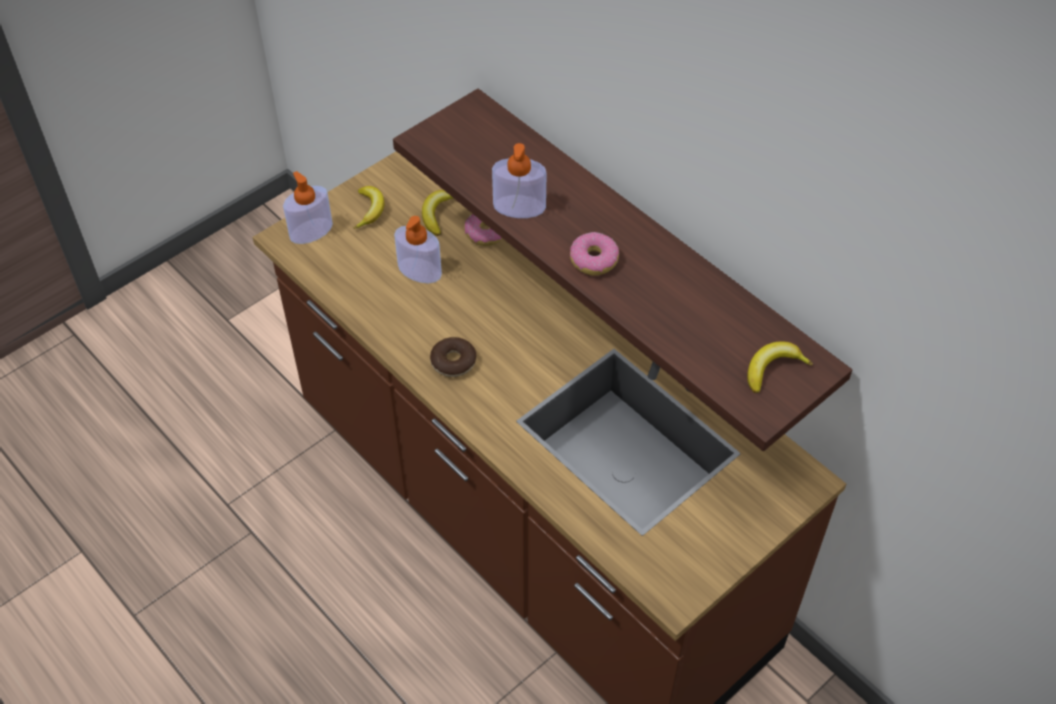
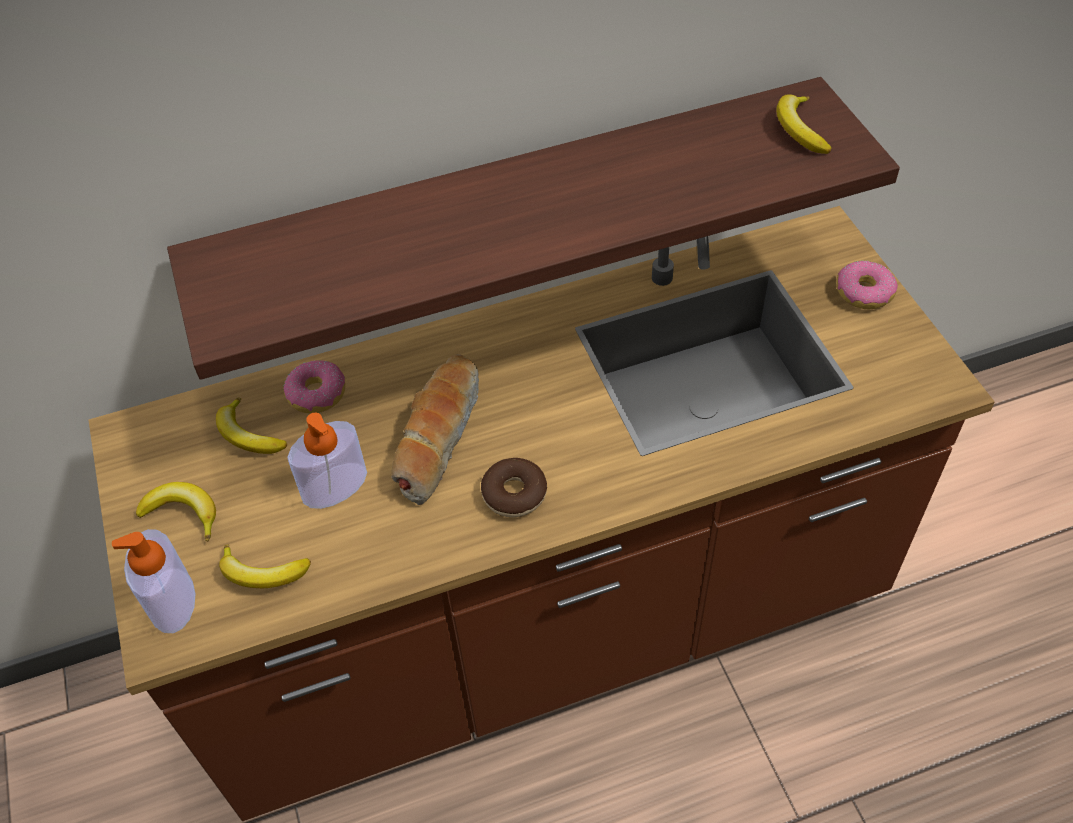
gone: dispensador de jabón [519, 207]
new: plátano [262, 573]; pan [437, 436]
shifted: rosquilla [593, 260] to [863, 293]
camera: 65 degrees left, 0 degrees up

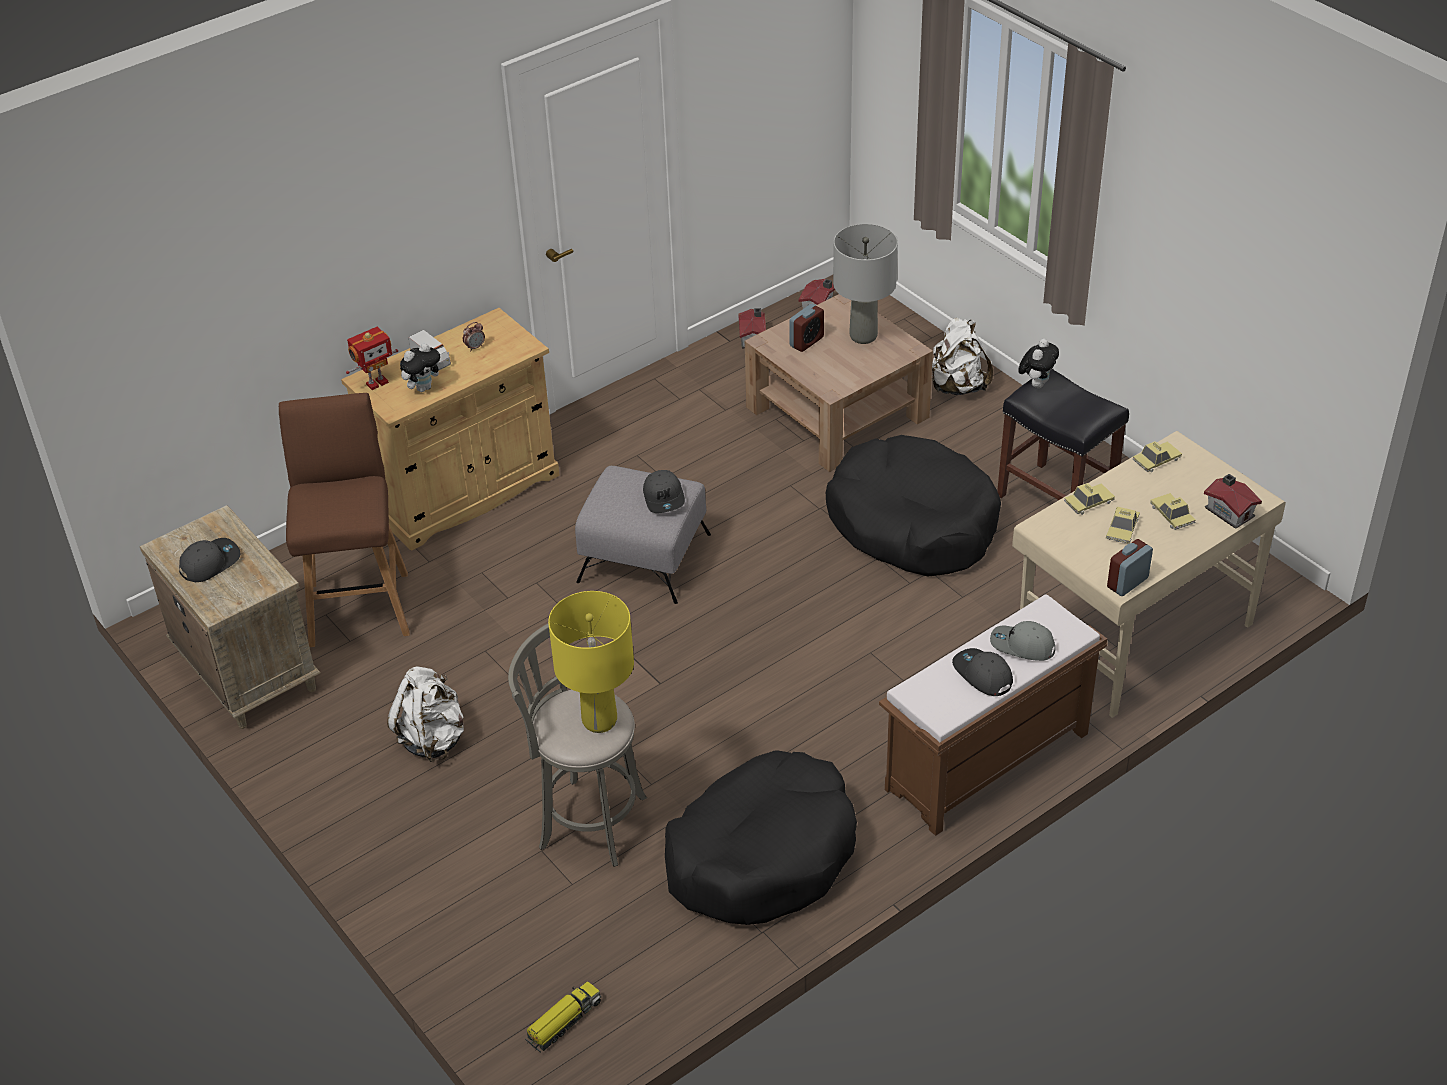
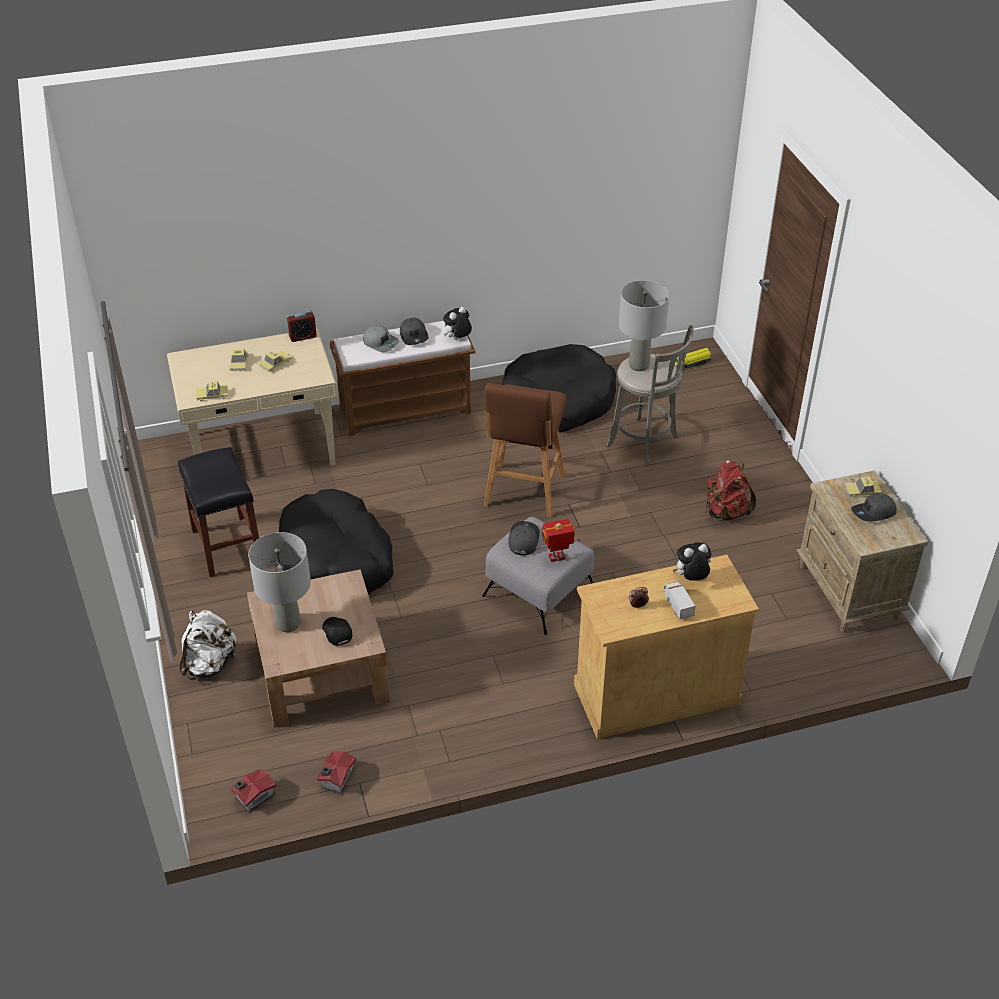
gone: casita [1229, 511]
shifted: taburete/marrón [359, 605] to [523, 493]; robot de juguete [376, 382] to [557, 558]; peluche [1036, 384] to [457, 339]; coche de juguete [1089, 502] to [862, 491]
swapped: despertador [806, 341] to gorra/negro [336, 633]
repainted: mochila/blanco [433, 739] to mochila/rojo [726, 512]; lámpara de mesa/amarillo [600, 720] to lámpara de mesa/gris [638, 365]
camera: 160 degrees left, 0 degrees up

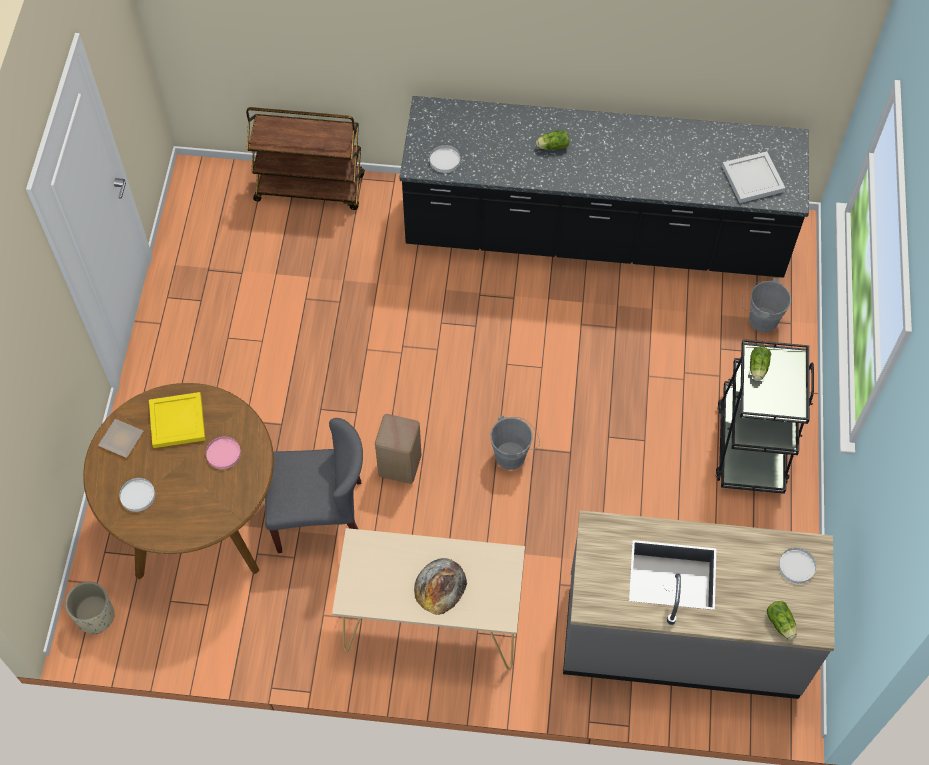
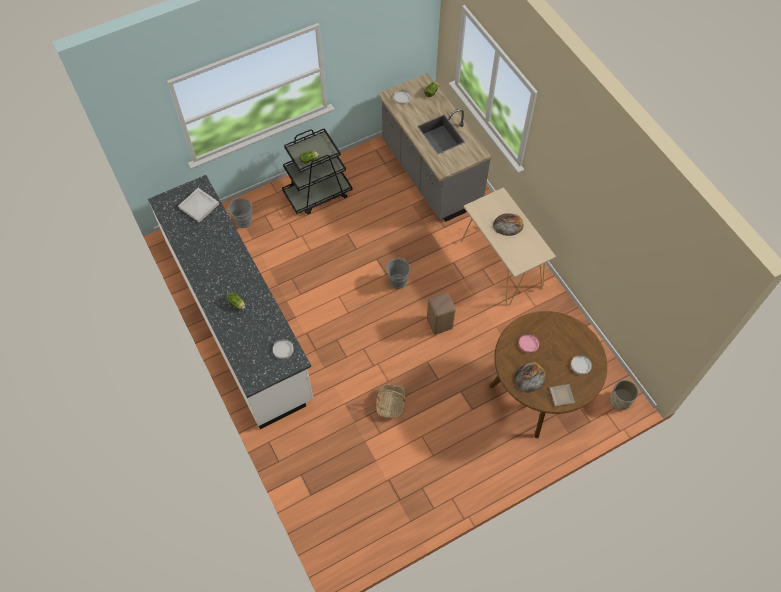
gone: carrito/marrón [311, 188]; silla/gris [320, 516]
new: cesta [390, 403]
swapped: bandeja/amarillo [178, 420] to pan [530, 377]
repainted: mueble bajo de cocina/negro [595, 234] to mueble bajo de cocina/blanco [238, 319]
camera: 125 degrees left, 0 degrees up

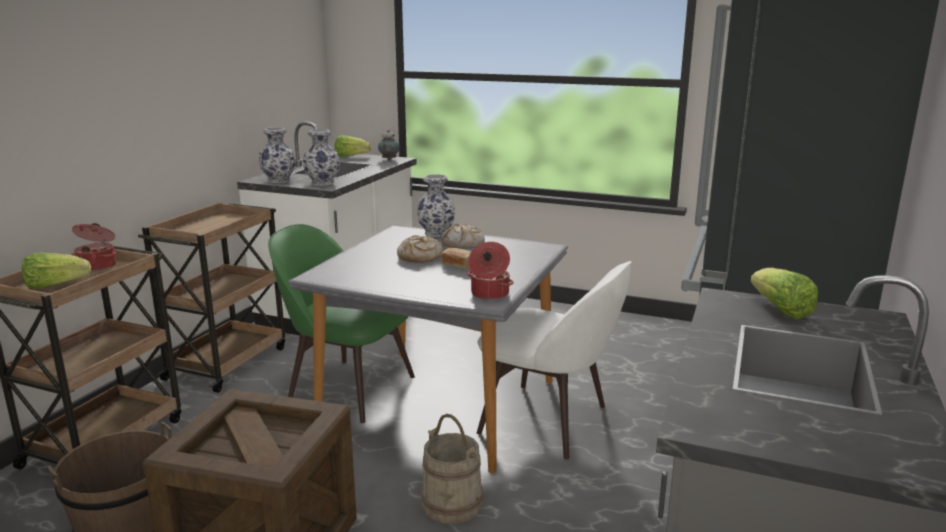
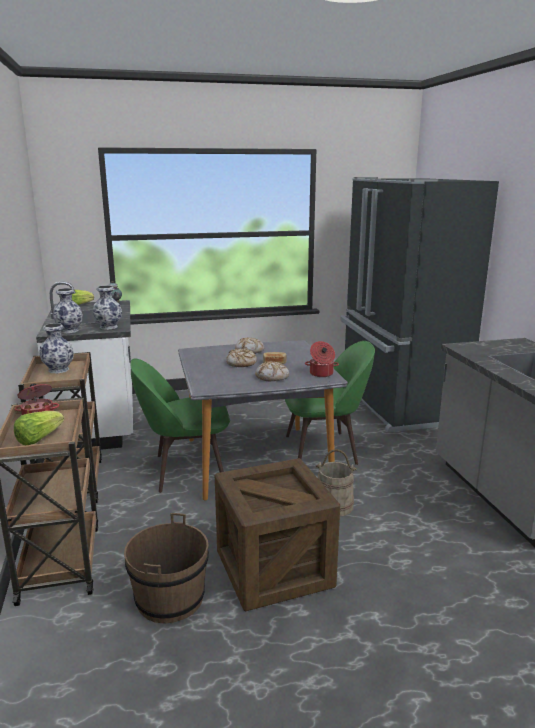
gone: lechuga [780, 310]
new: pan [272, 377]
shifted: florero [437, 233] to [59, 370]
repainted: silla/blanco [549, 421] to silla/verde [324, 449]
camera: 35 degrees left, 0 degrees up

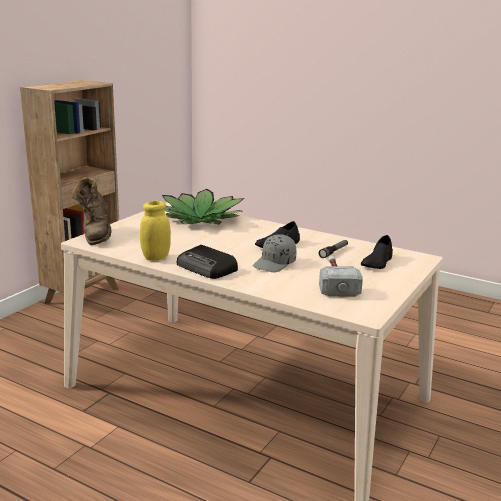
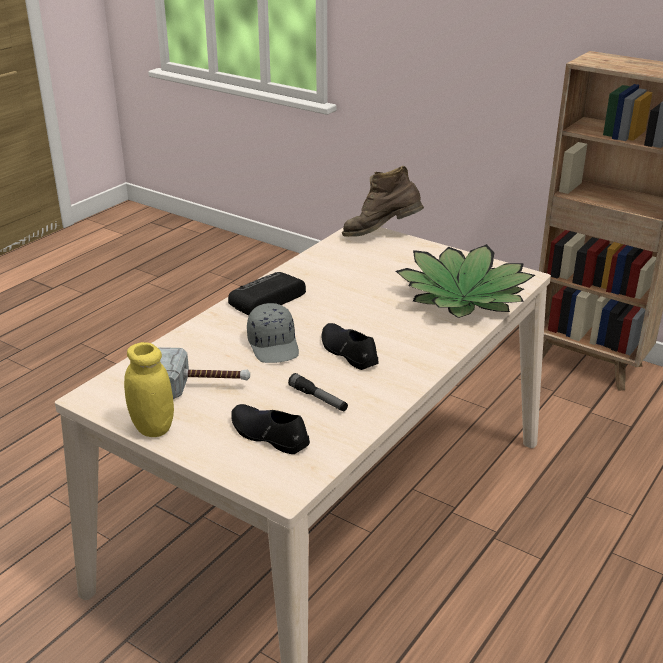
shifted: tarro/amarillo [156, 257] to [153, 428]
rotated: gorra/gris [275, 264] = [274, 345] 150 degrees counterclockwise
camera: 95 degrees right, 10 degrees up

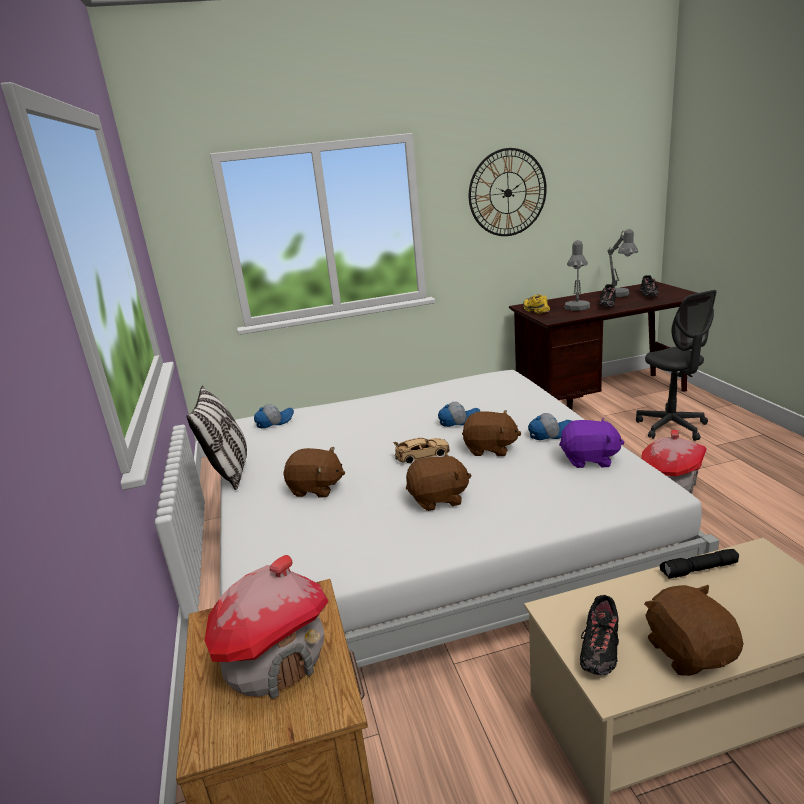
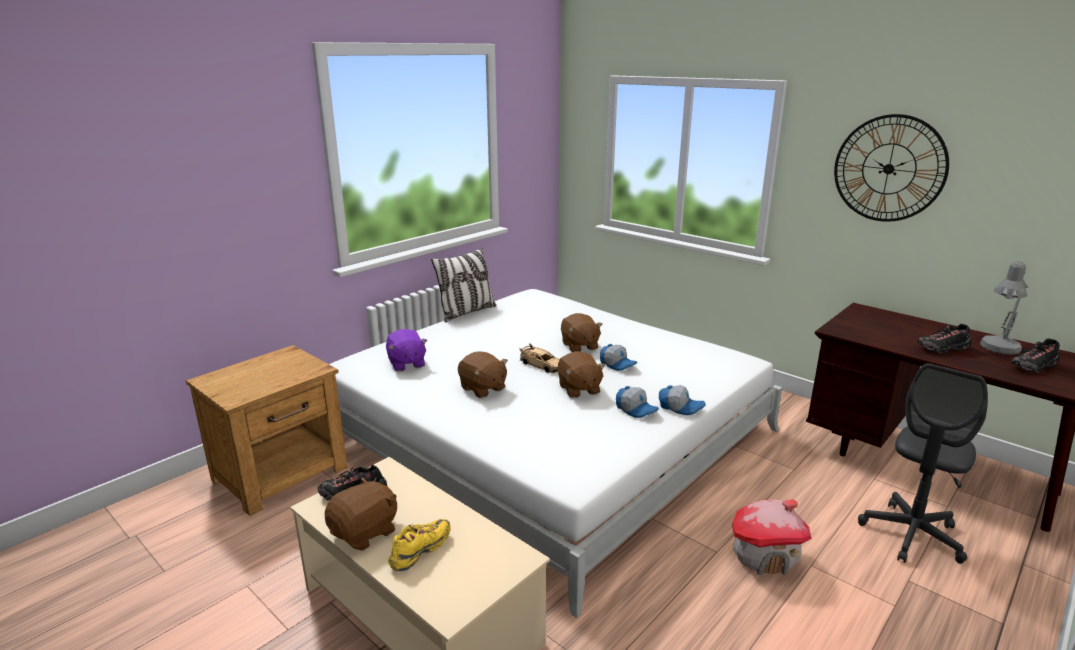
gone: casita [275, 661]; lámpara de mesa/gris [577, 309]; linterna/negro [699, 570]
shifted: gorra [274, 422] to [680, 407]; peluche/marrón [316, 488] to [579, 346]; zapato/amarillo [535, 311] to [420, 551]; peluche/morado [589, 459] to [406, 364]
camera: 55 degrees right, 0 degrees up

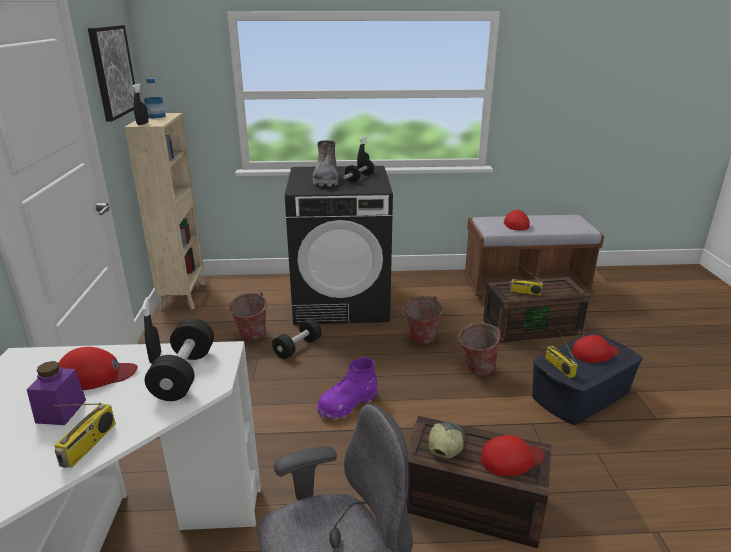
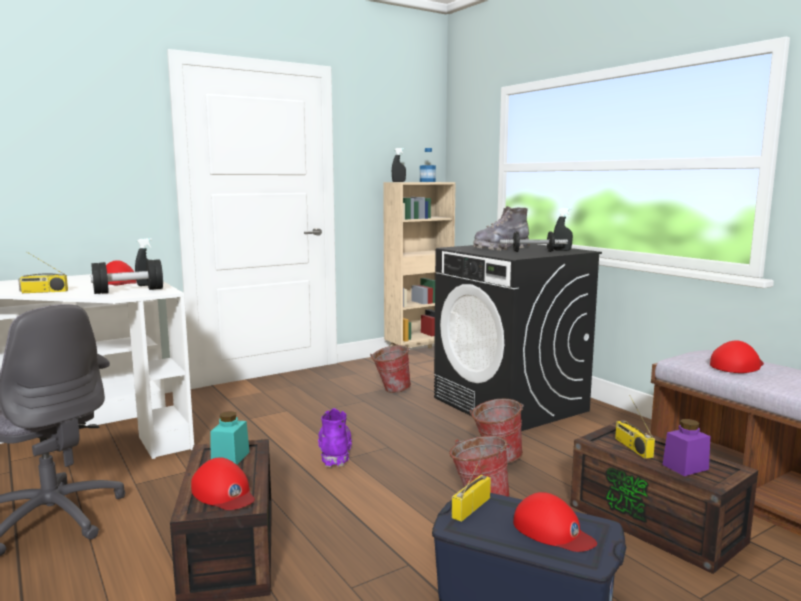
gone: cuadro [112, 71]; mancuerna/negro [297, 347]
shifted: tarro/morado [61, 411] to [685, 467]
swapped: gorra [446, 443] to tarro/turquesa [230, 458]
rotated: bota/morado [347, 404] = [334, 451] 60 degrees clockwise
camera: 60 degrees right, 15 degrees down

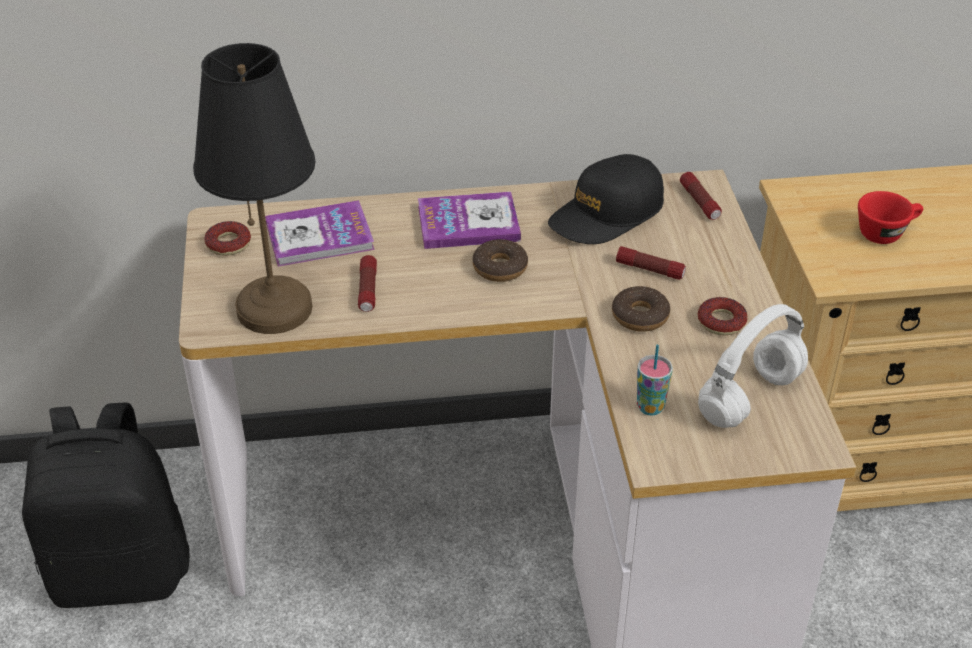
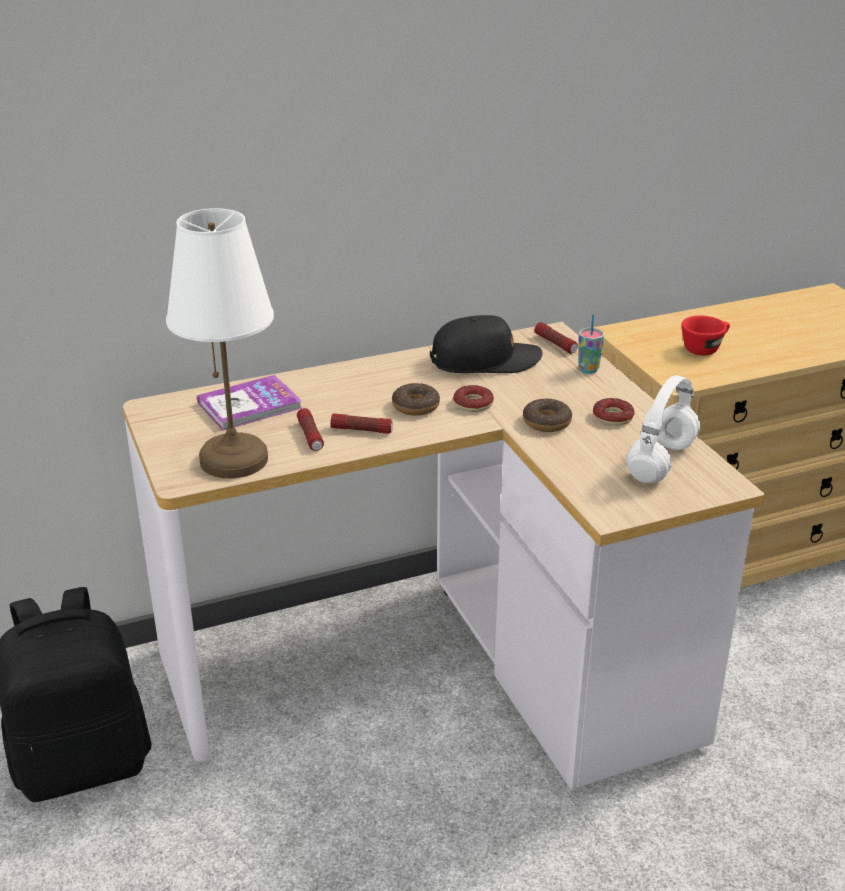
gone: libro [468, 223]
shifted: rosquilla [228, 244] to [473, 404]; linterna [650, 270] to [362, 430]; taza [650, 407] to [588, 370]
repainted: lámpara de mesa/negro [275, 308] to lámpara de mesa/blanco [234, 459]
rotated: gorra/negro [606, 214] = [485, 360] 135 degrees counterclockwise
camera: 15 degrees left, 10 degrees down

